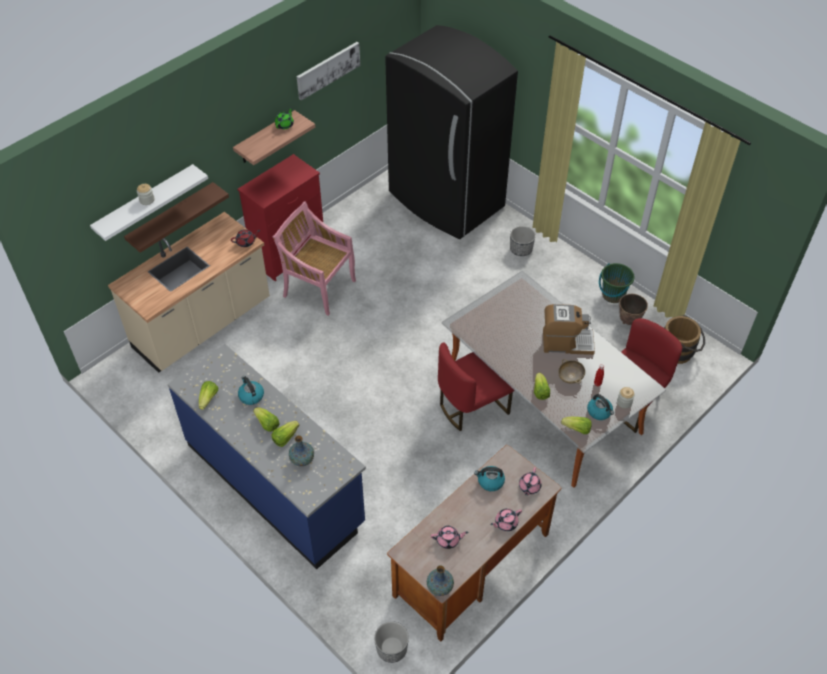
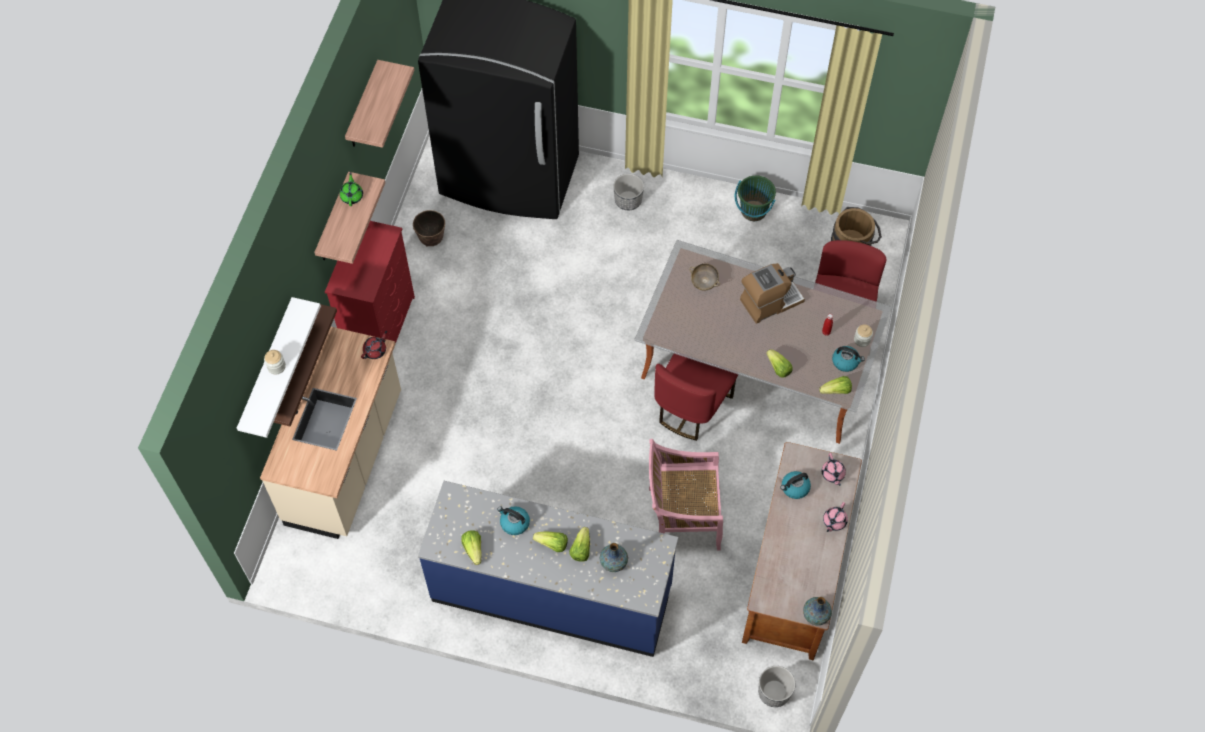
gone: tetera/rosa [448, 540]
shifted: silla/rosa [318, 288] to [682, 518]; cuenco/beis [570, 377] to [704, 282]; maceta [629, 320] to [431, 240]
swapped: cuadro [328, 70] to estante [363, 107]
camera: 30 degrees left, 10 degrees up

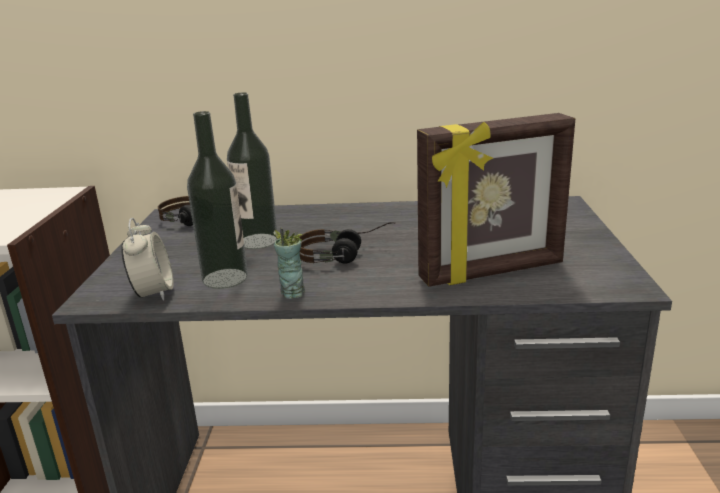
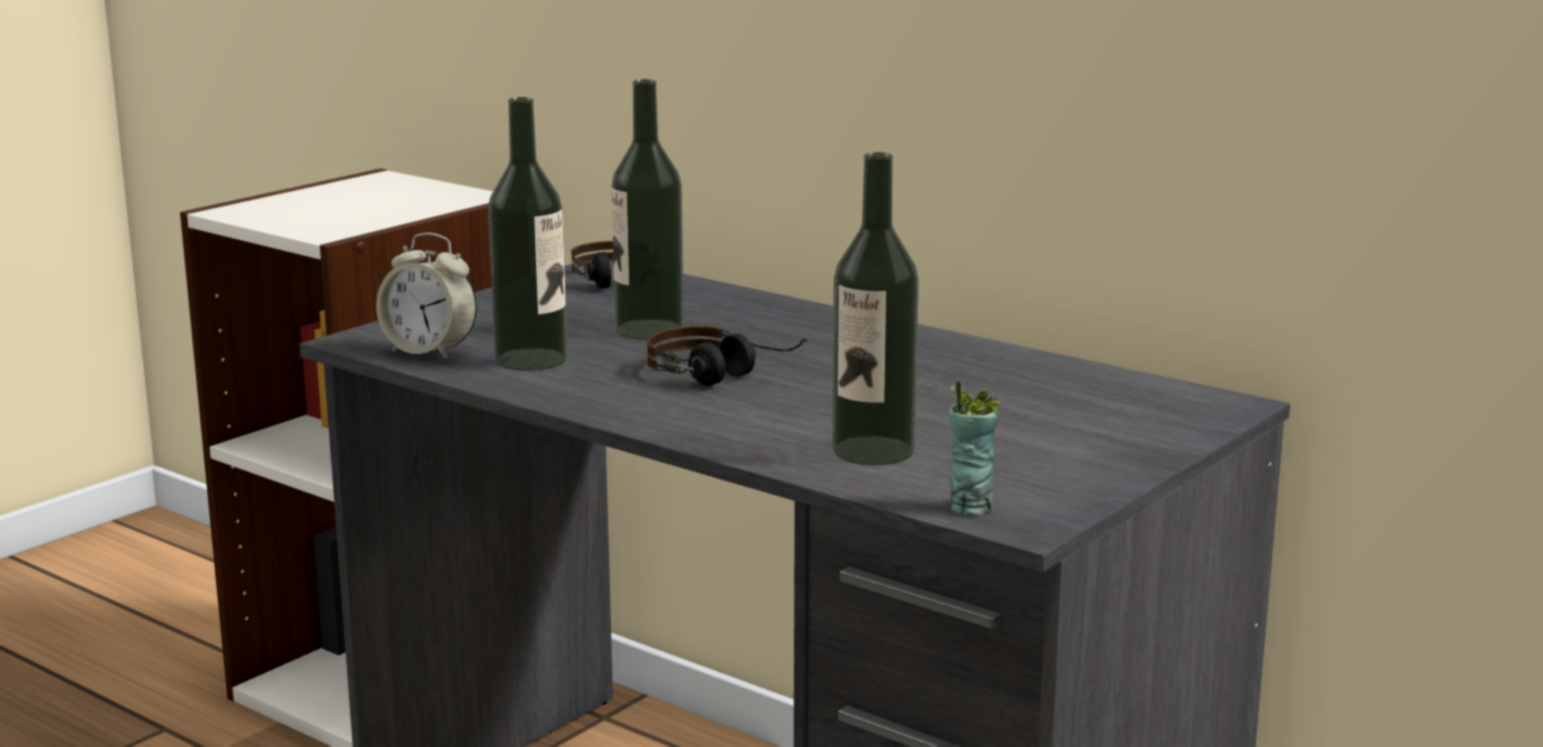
shifted: taza [292, 293] to [970, 506]
swapped: portarretratos [492, 272] to botella [873, 451]
rotated: despertador [153, 293] = [429, 351] 90 degrees clockwise
camera: 35 degrees right, 5 degrees down

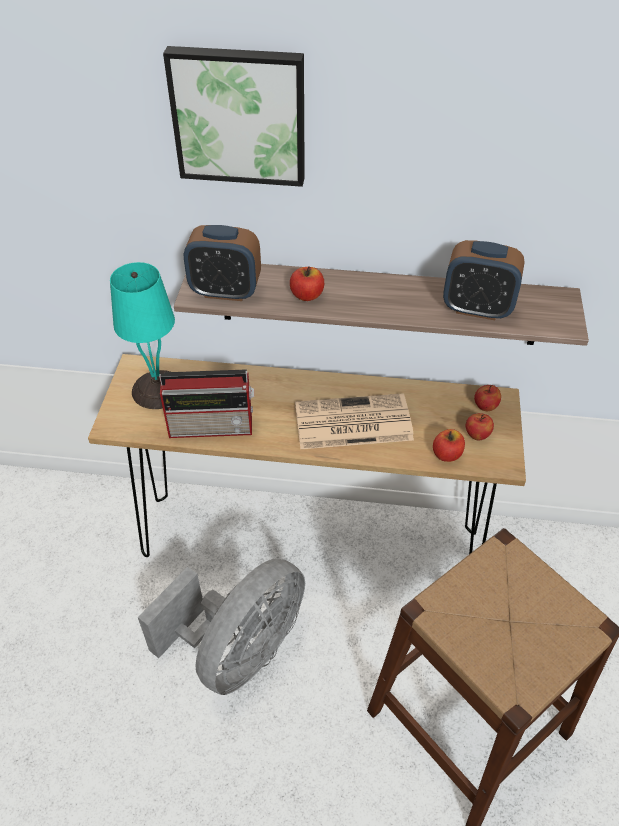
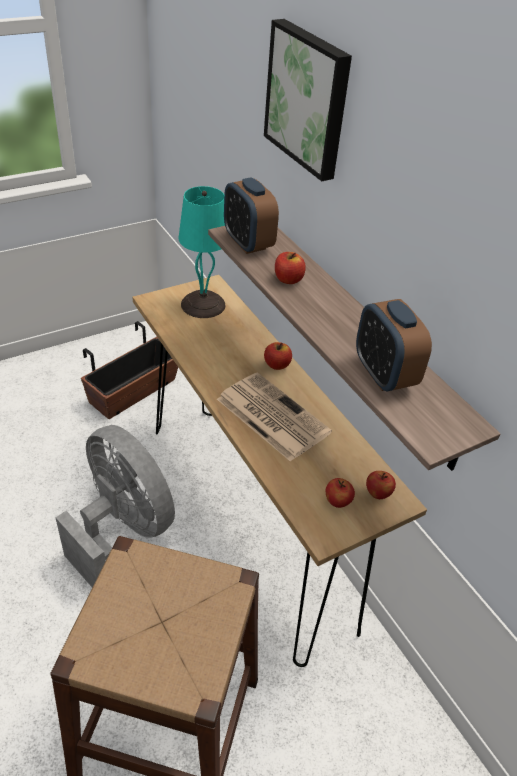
gone: radio [213, 426]
new: maceta [133, 392]
shifted: manzana [447, 454] to [277, 365]
rotated: ventilador/gris [239, 651] = [122, 529] 135 degrees counterclockwise
camera: 50 degrees right, 5 degrees down

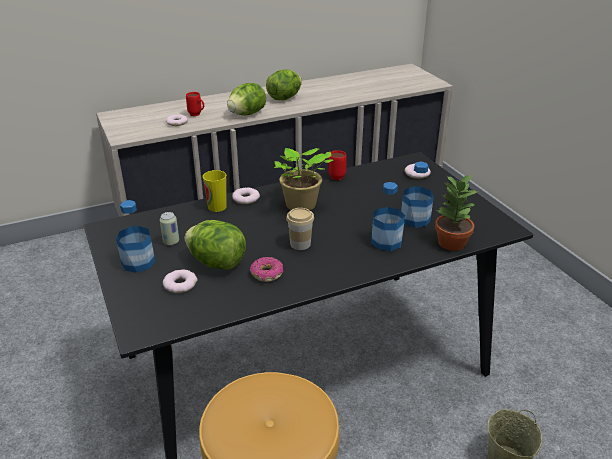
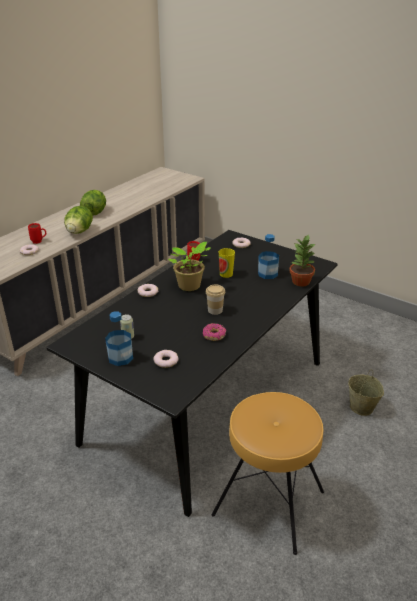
gone: lechuga [217, 263]; botella [386, 242]
shifted: taza [217, 207] to [226, 274]
camera: 30 degrees left, 0 degrees up

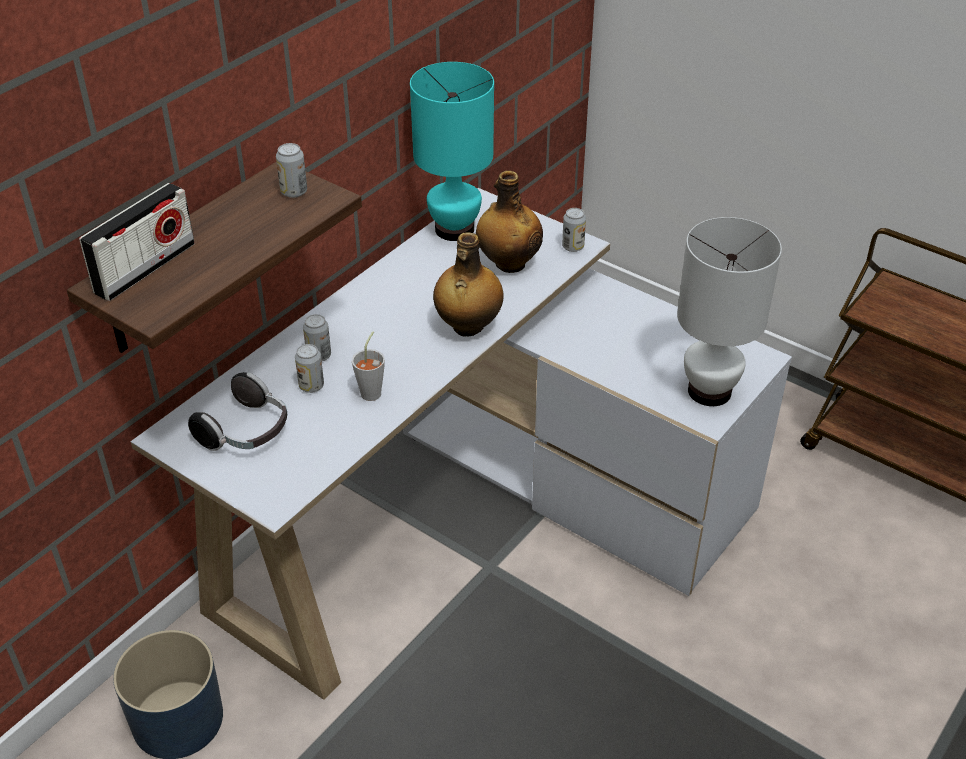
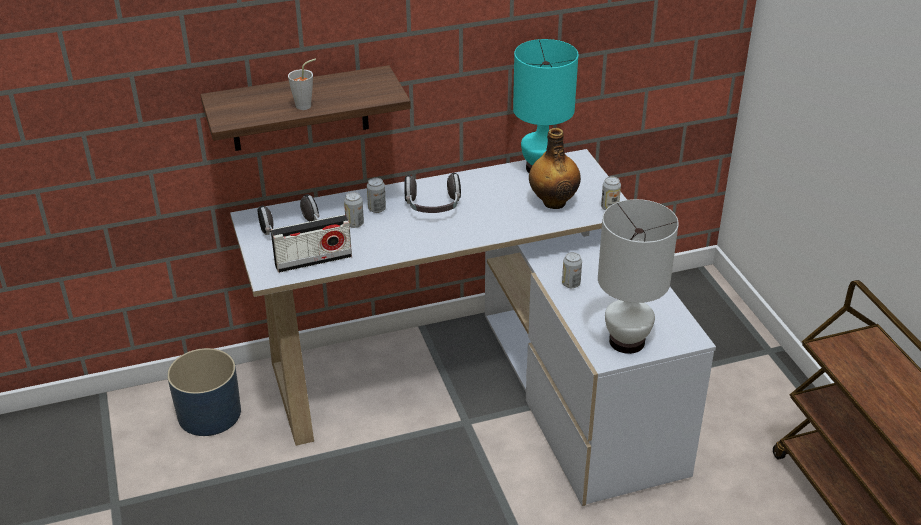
gone: botella [467, 327]
new: auriculares [433, 207]
shifted: radio [145, 268] to [313, 261]; lata [294, 192] to [571, 284]; taza/gris [373, 390] to [306, 105]
camera: 35 degrees right, 5 degrees down

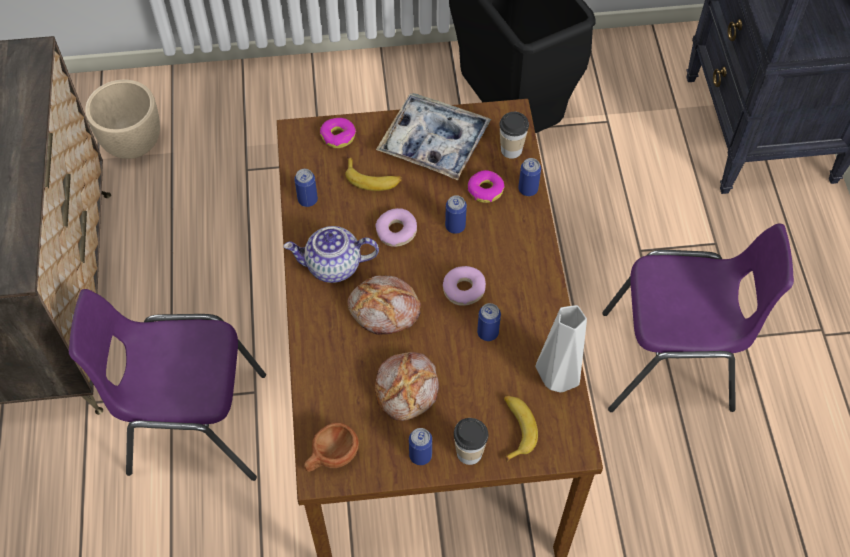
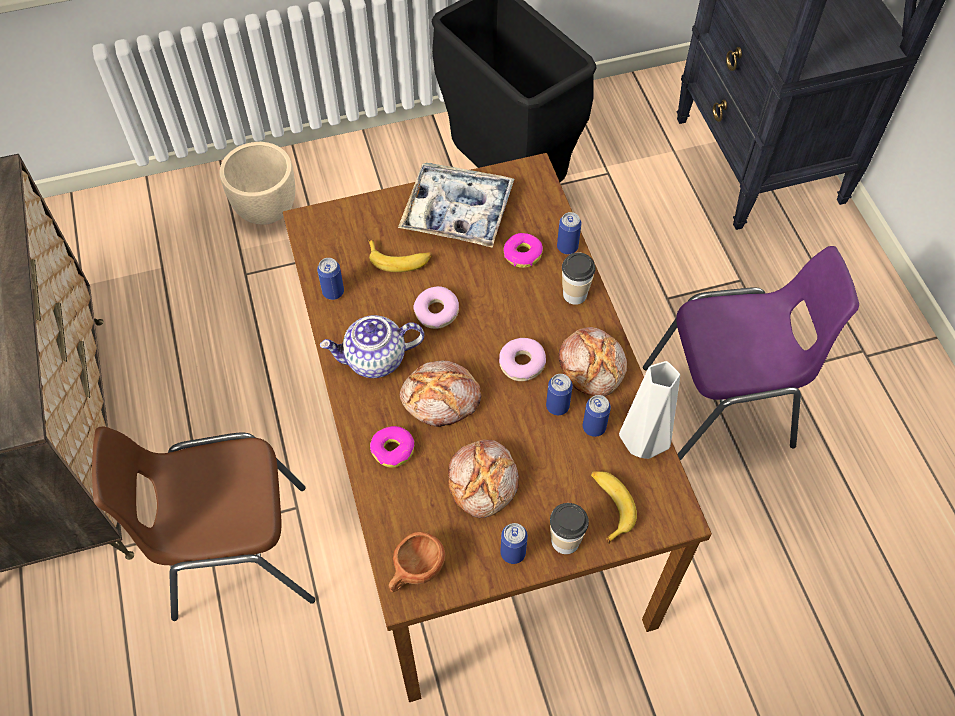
new: pan [593, 366]
shifted: maceta/beis [134, 145] to [267, 211]; rosquilla [338, 136] to [393, 450]; lata [455, 226] to [594, 427]; taza [511, 149] to [574, 294]
repainted: silla/morado [193, 424] to silla/marrón [236, 553]
camera: 10 degrees left, 0 degrees up

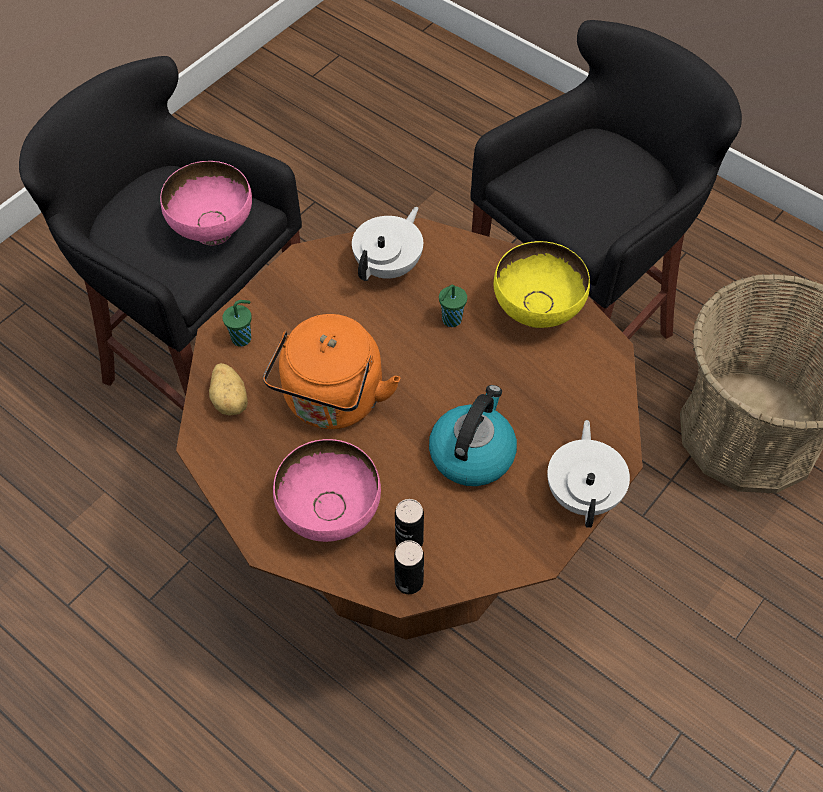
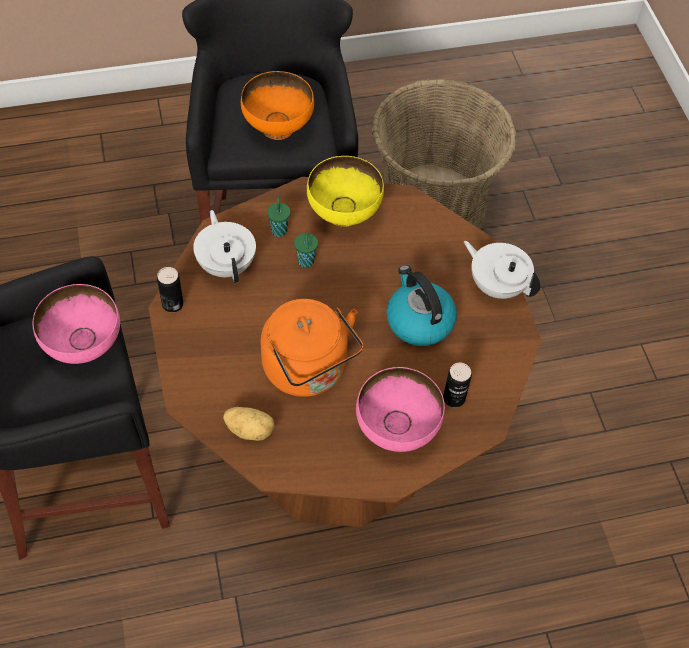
new: cuenco/naranja [278, 128]
shifted: taza/verde [242, 338] to [279, 229]; lata [409, 581] to [172, 304]
camera: 55 degrees left, 0 degrees up

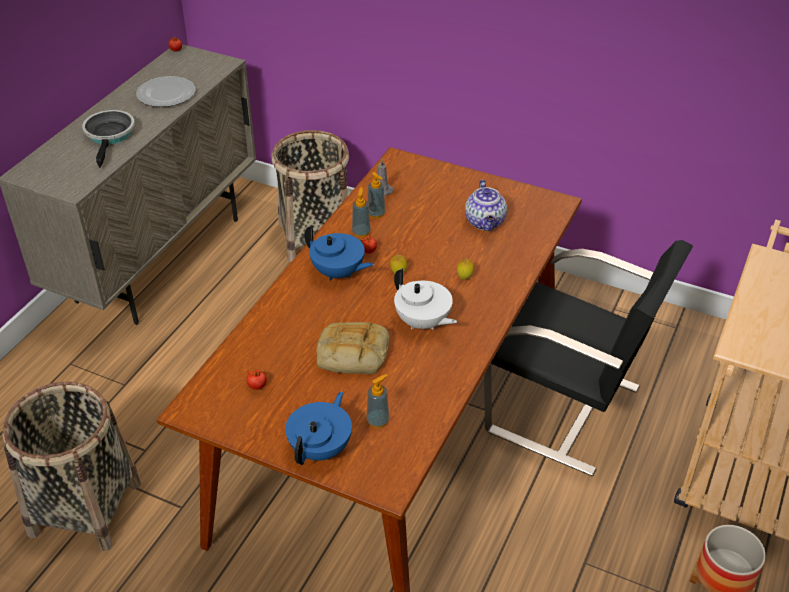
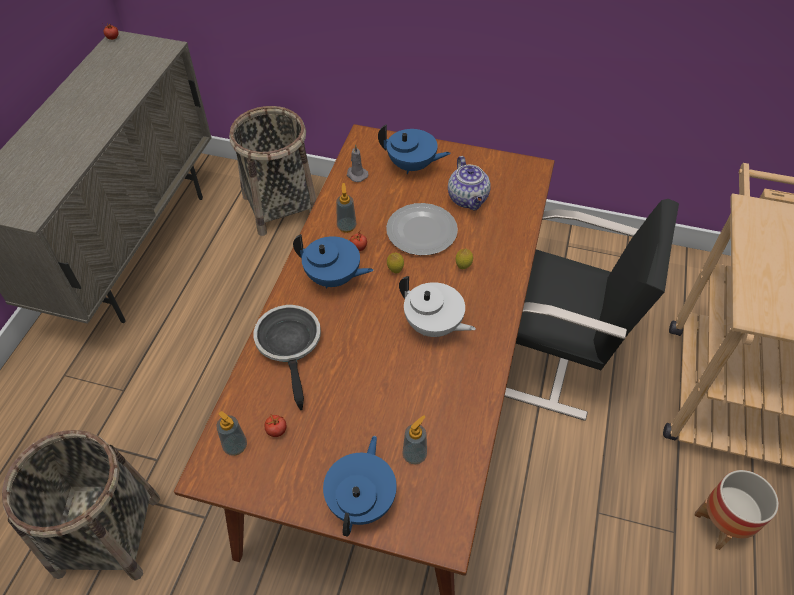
gone: pan [351, 354]
new: tetera/azul [412, 166]
shifted: sartén [110, 136] to [290, 345]; plato [165, 94] to [420, 231]; dispensador de jabón [376, 214] to [235, 446]
camera: 10 degrees left, 10 degrees up

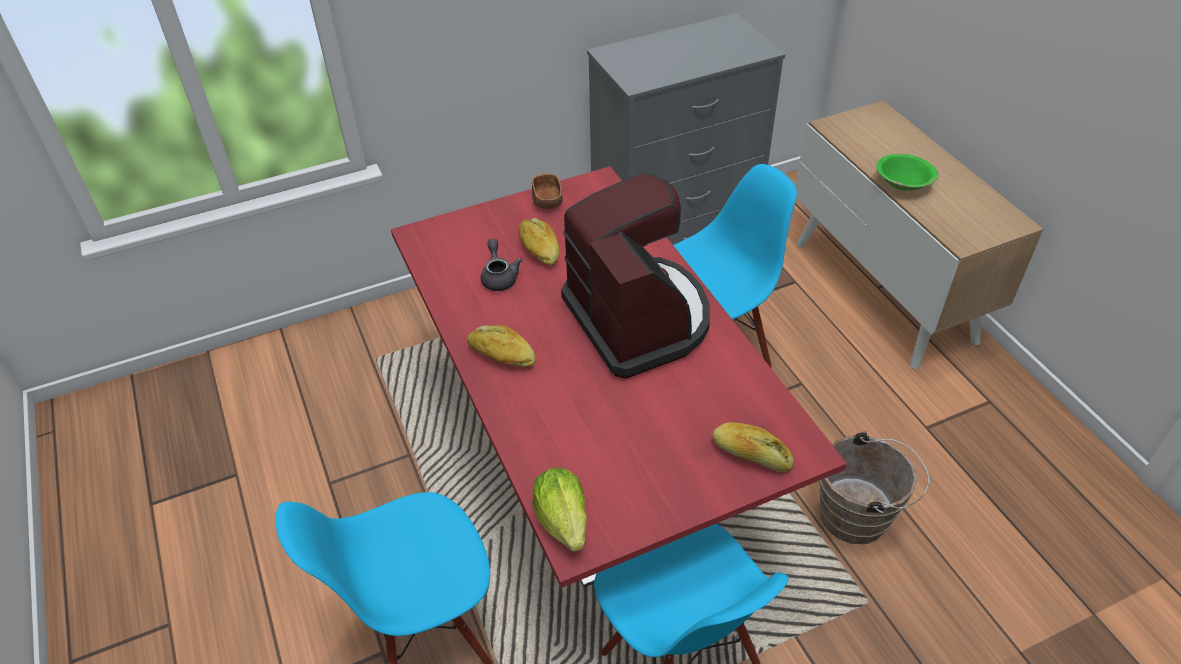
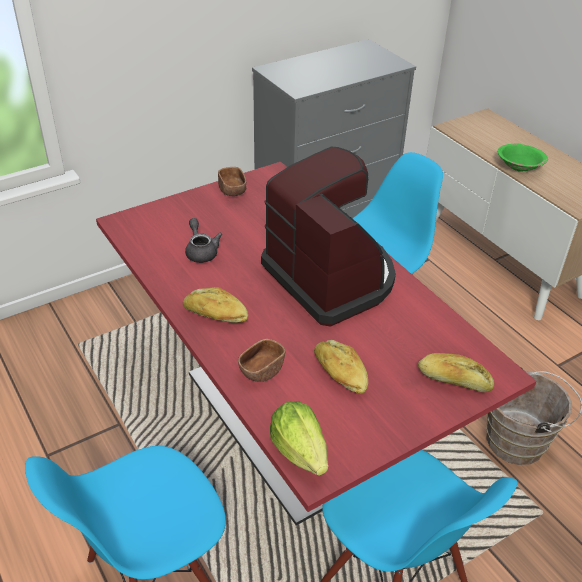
new: cuenco/marrón [261, 370]
shifted: pan [538, 249] to [339, 373]
camera: 10 degrees left, 5 degrees down

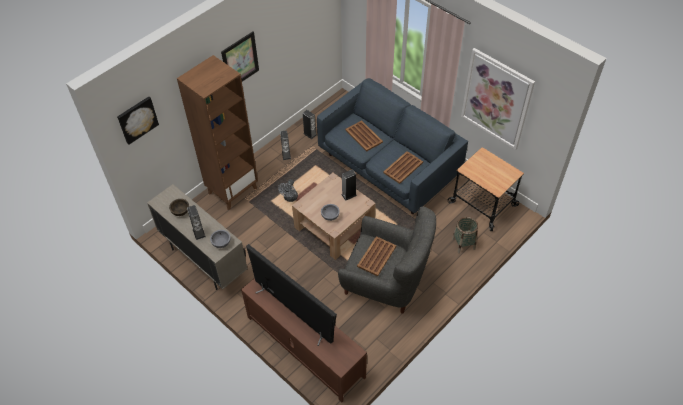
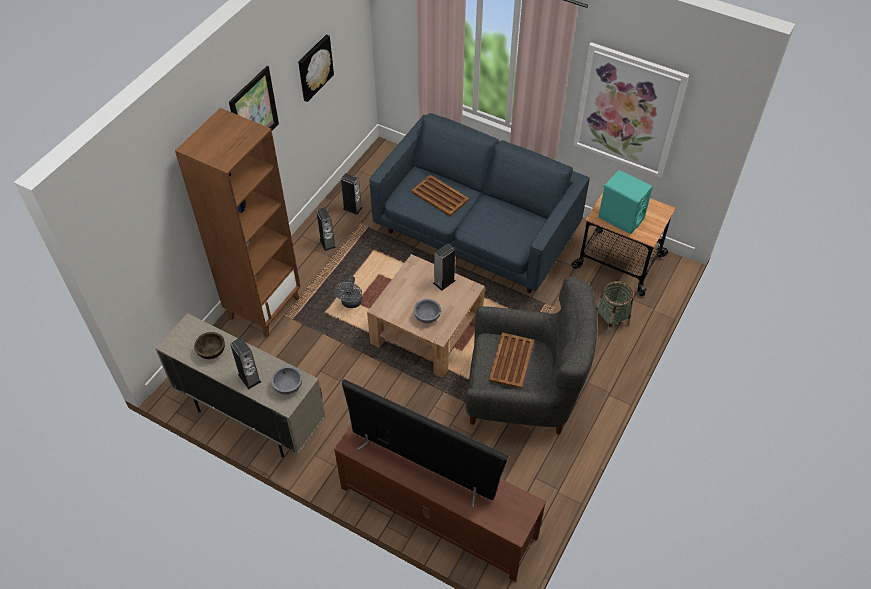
gone: bandeja/marrón [402, 168]
new: altavoz/turquesa [620, 218]
shifted: cuadro [137, 119] to [314, 67]
camera: 15 degrees left, 0 degrees up

